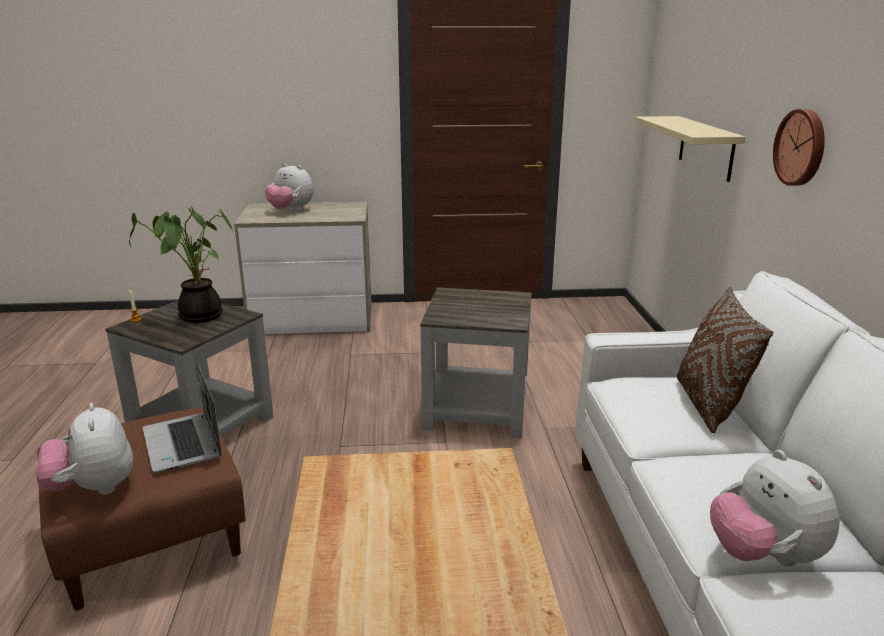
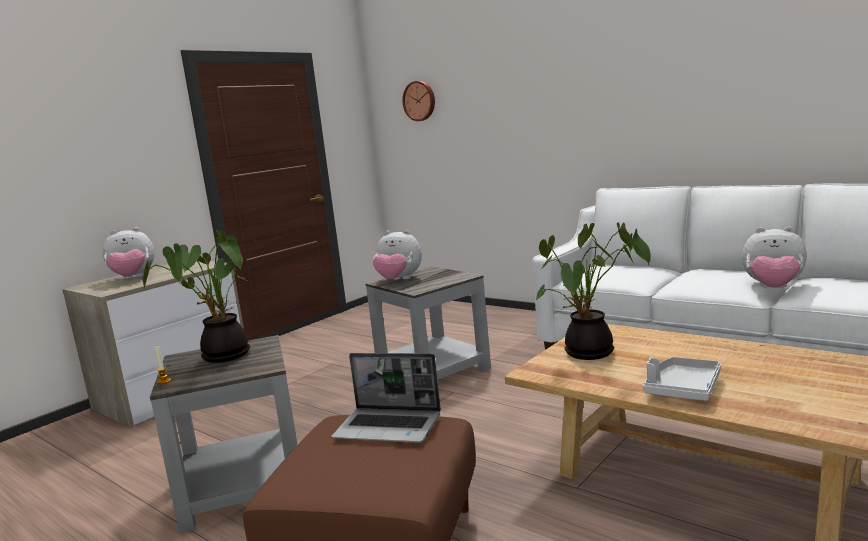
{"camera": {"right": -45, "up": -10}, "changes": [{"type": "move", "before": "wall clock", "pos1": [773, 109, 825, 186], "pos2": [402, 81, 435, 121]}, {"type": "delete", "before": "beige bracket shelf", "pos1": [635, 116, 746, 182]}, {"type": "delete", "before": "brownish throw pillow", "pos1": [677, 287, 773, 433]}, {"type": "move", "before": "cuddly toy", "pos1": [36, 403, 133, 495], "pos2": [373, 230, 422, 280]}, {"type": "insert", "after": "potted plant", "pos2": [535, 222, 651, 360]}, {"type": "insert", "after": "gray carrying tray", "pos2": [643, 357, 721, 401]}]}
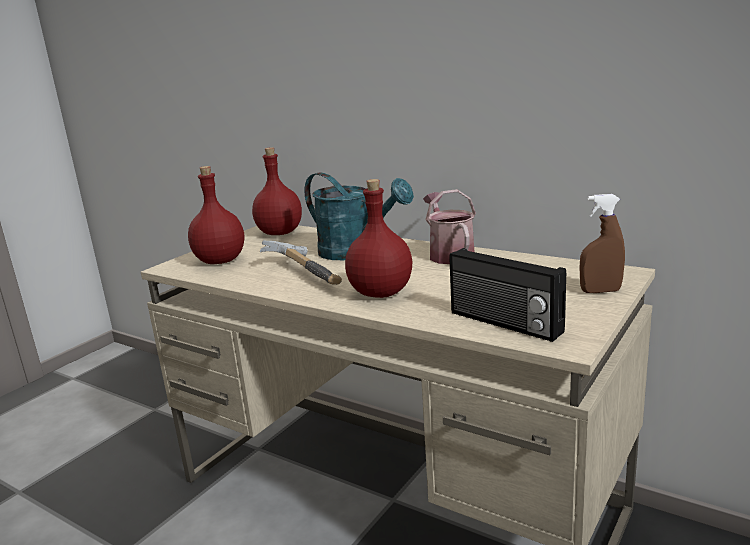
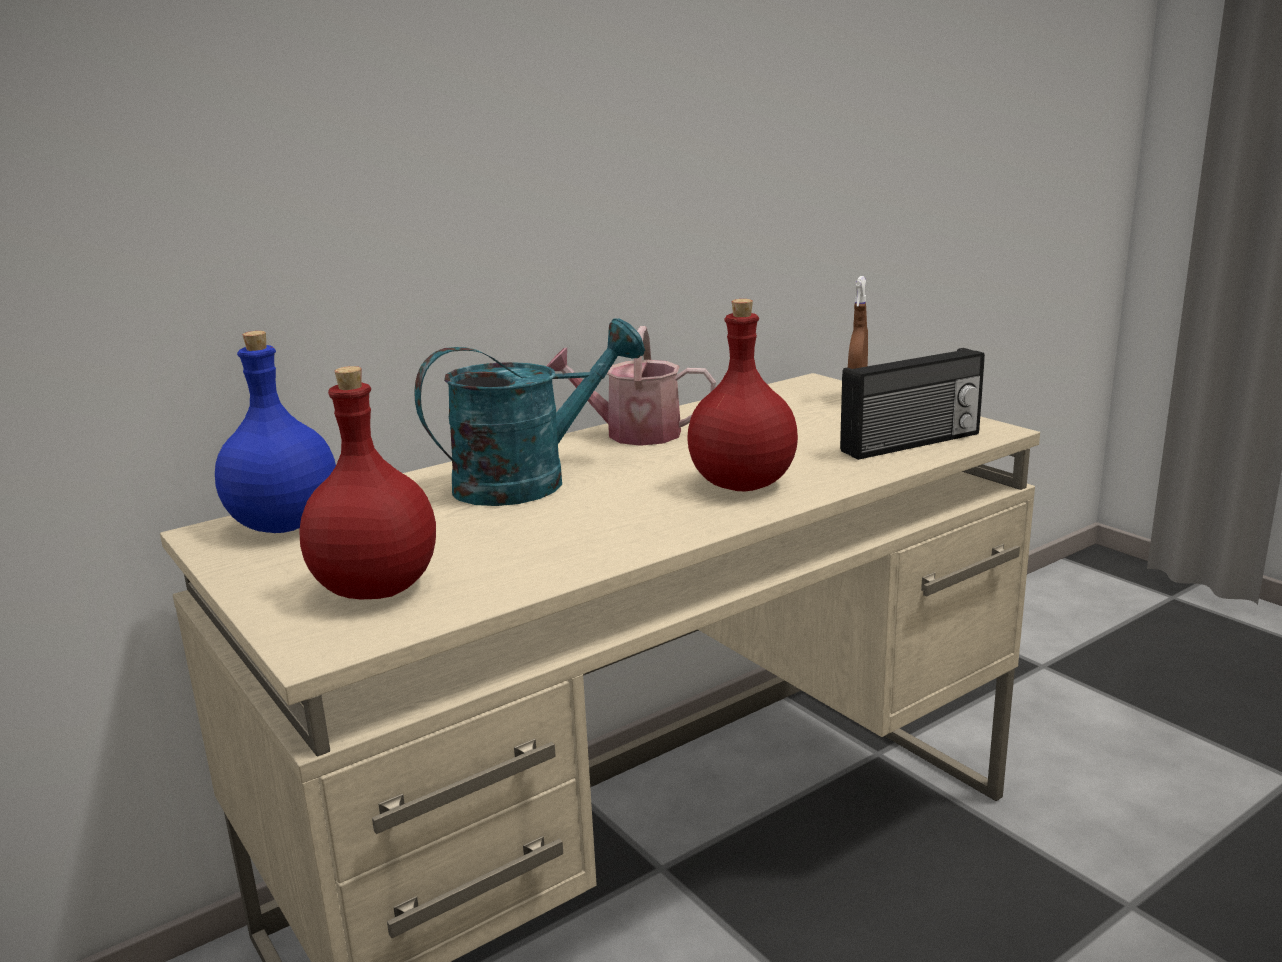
{"camera": {"right": -70, "up": 0}, "changes": [{"type": "recolor", "before": "red drink bottle", "after": "bluish drink bottle", "pos1": [252, 147, 302, 235], "pos2": [215, 331, 336, 533]}, {"type": "delete", "before": "hand hammer", "pos1": [260, 240, 342, 285]}]}
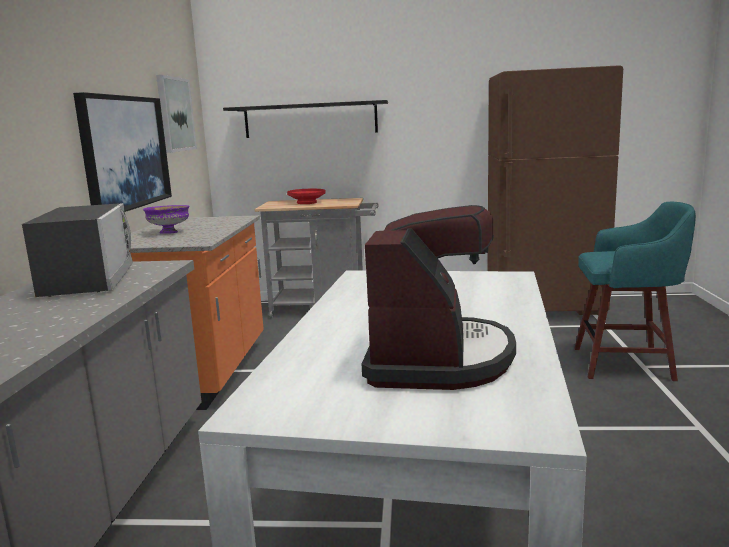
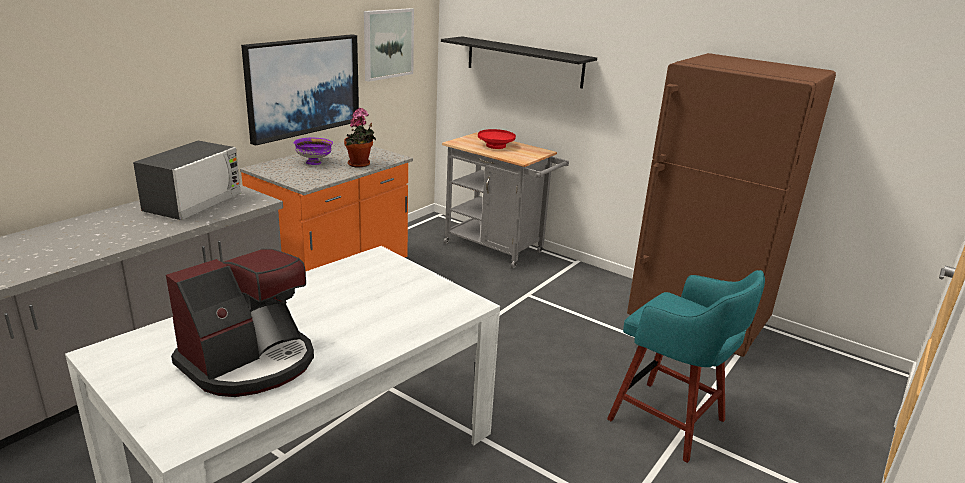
{"camera": {"right": 30, "up": 10}, "changes": [{"type": "insert", "after": "potted plant", "pos2": [344, 108, 376, 168]}]}
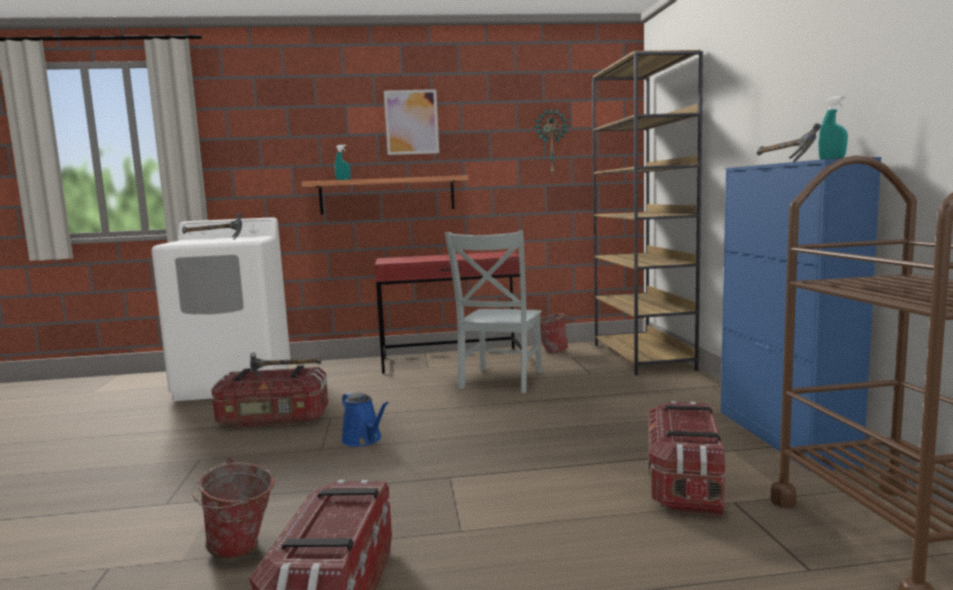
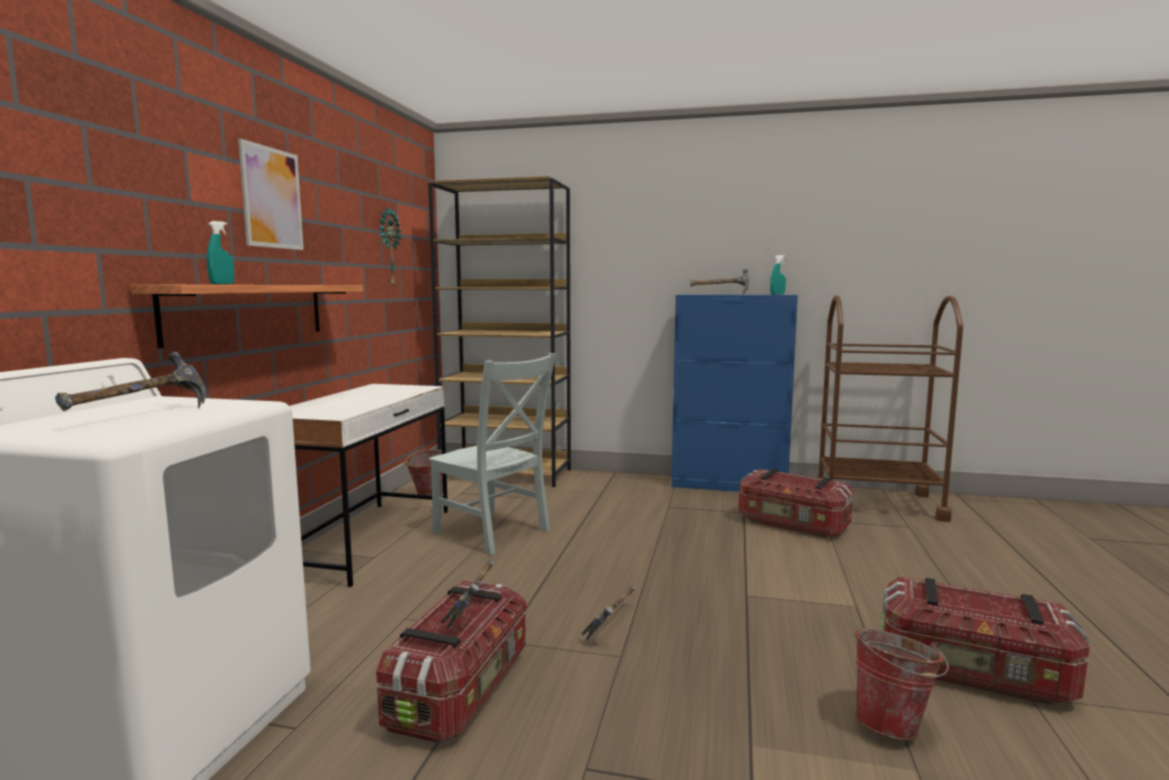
{"camera": {"right": -70, "up": 0}, "changes": [{"type": "recolor", "before": "red desk unit", "after": "whitish desk unit", "pos1": [375, 251, 522, 374], "pos2": [290, 384, 448, 587]}, {"type": "replace", "before": "bluish sprinkling can", "after": "hand hammer", "pos1": [341, 392, 389, 447], "pos2": [581, 584, 636, 640]}]}
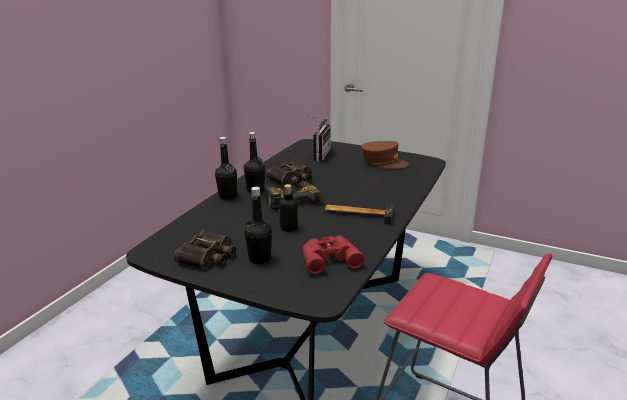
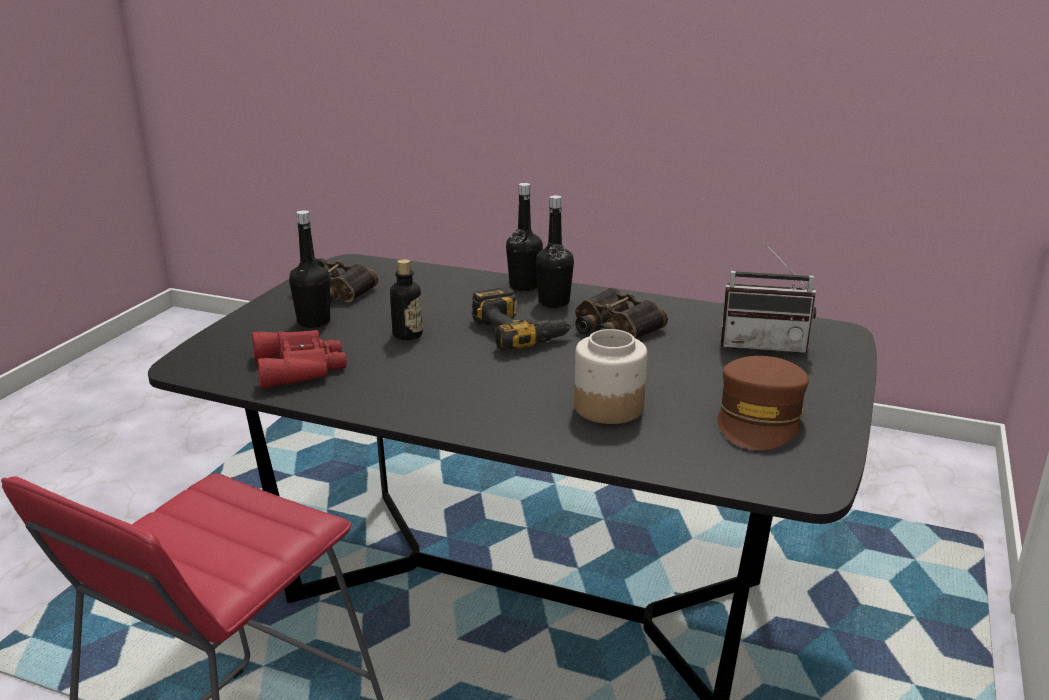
{"camera": {"right": 85, "up": 0}, "changes": [{"type": "delete", "before": "hand hammer", "pos1": [325, 202, 394, 225]}, {"type": "insert", "after": "jar", "pos2": [574, 329, 647, 424]}]}
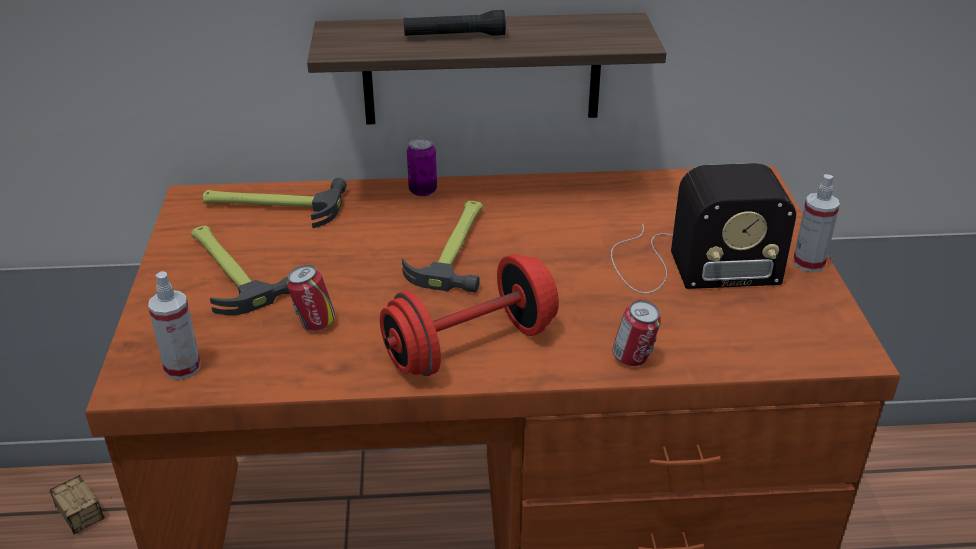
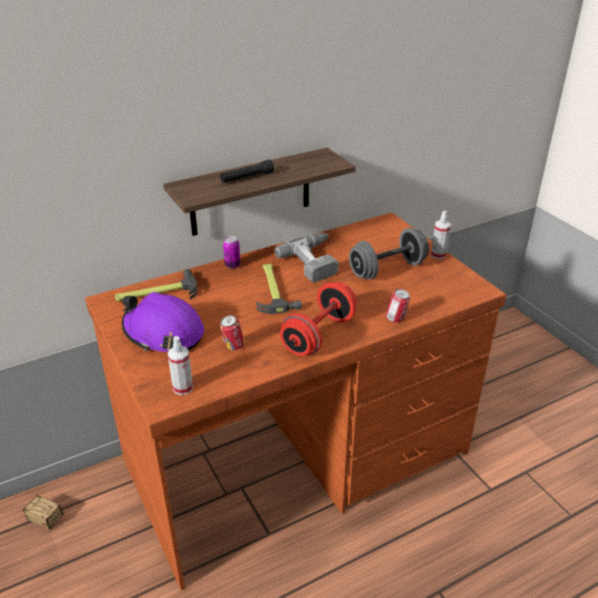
{"camera": {"right": -25, "up": 0}, "changes": [{"type": "replace", "before": "radio receiver", "after": "gray free weight", "pos1": [611, 163, 796, 294], "pos2": [349, 228, 429, 280]}, {"type": "replace", "before": "hand hammer", "after": "purple-coloured safety helmet", "pos1": [191, 226, 290, 315], "pos2": [122, 292, 204, 352]}, {"type": "insert", "after": "electric drill", "pos2": [274, 233, 339, 283]}]}
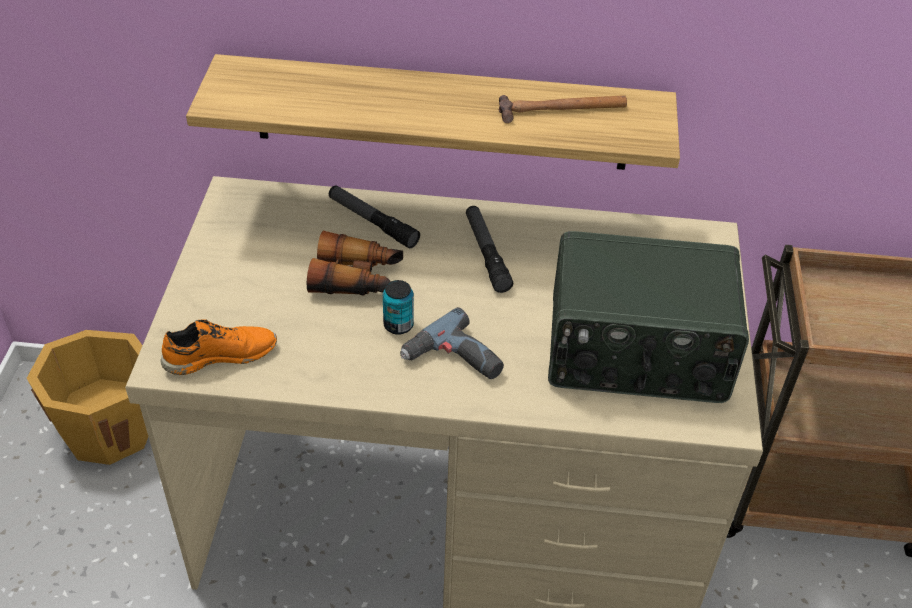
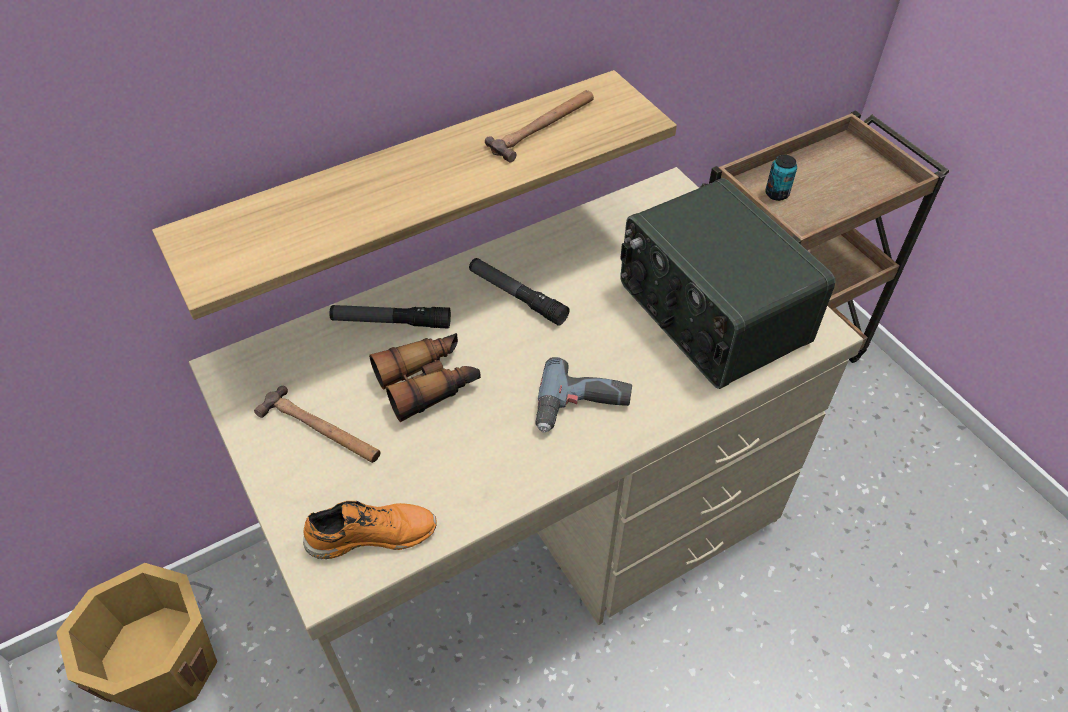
{"camera": {"right": -35, "up": 5}, "changes": [{"type": "rotate", "before": "radio receiver", "pos1": [548, 231, 749, 403], "pos2": [620, 178, 836, 389], "turn": 90}, {"type": "move", "before": "metal can", "pos1": [383, 280, 414, 335], "pos2": [765, 155, 797, 201]}, {"type": "rotate", "before": "orange-coloured item of footwear", "pos1": [161, 320, 277, 375], "pos2": [303, 501, 437, 559], "turn": 45}, {"type": "insert", "after": "hand hammer", "pos2": [254, 386, 381, 463]}]}
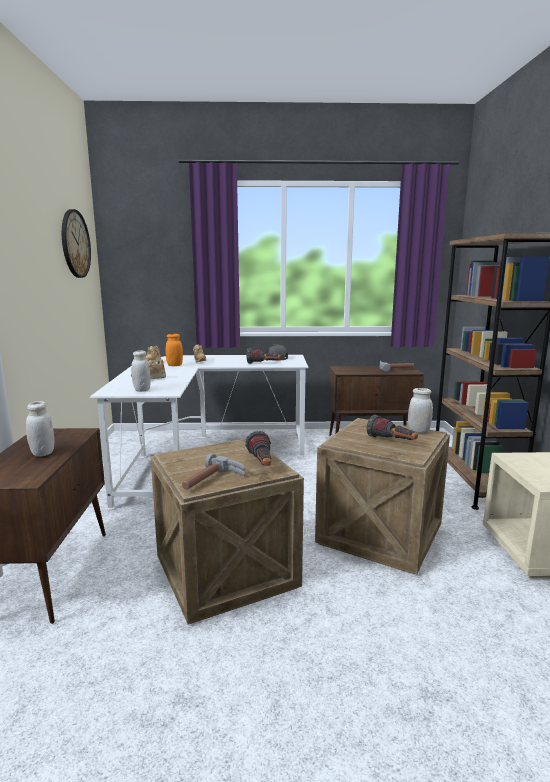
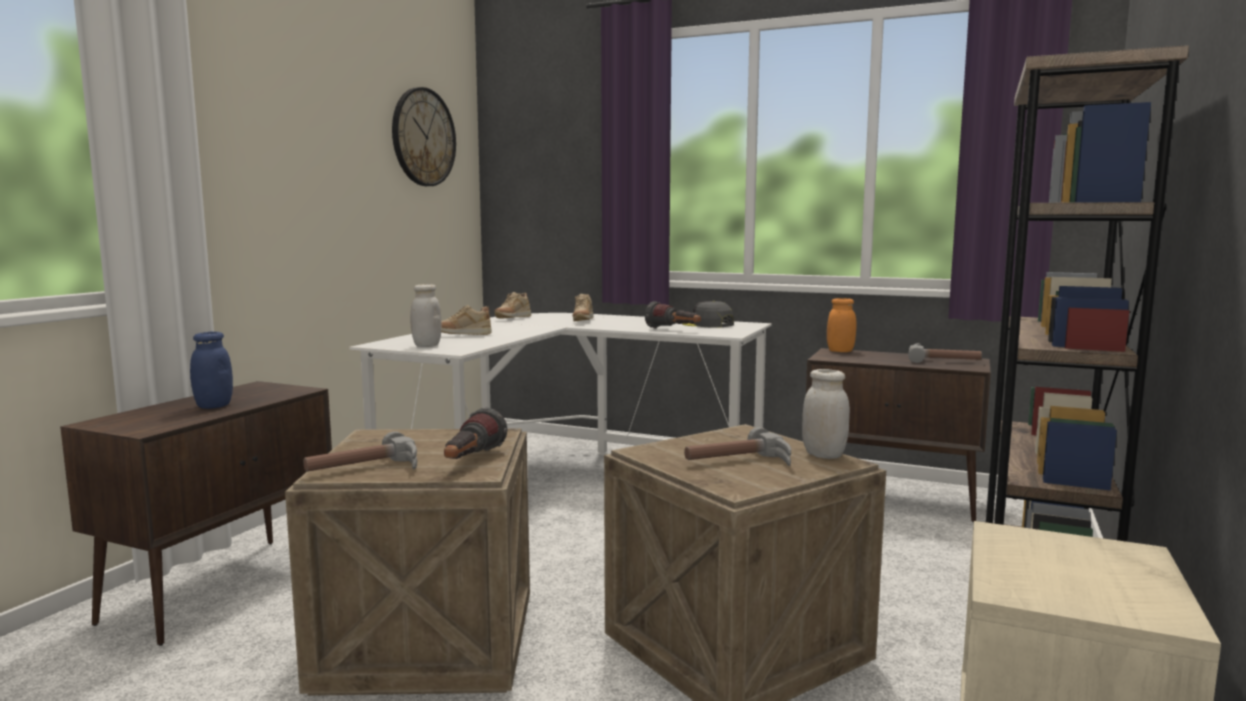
{"camera": {"right": 25, "up": -5}, "changes": [{"type": "move", "before": "orange-coloured jar", "pos1": [166, 334, 183, 366], "pos2": [827, 298, 856, 352]}, {"type": "recolor", "before": "whitish jar", "after": "bluish jar", "pos1": [26, 401, 54, 457], "pos2": [190, 332, 233, 409]}, {"type": "replace", "before": "torch", "after": "hand hammer", "pos1": [367, 415, 418, 440], "pos2": [684, 427, 791, 466]}]}
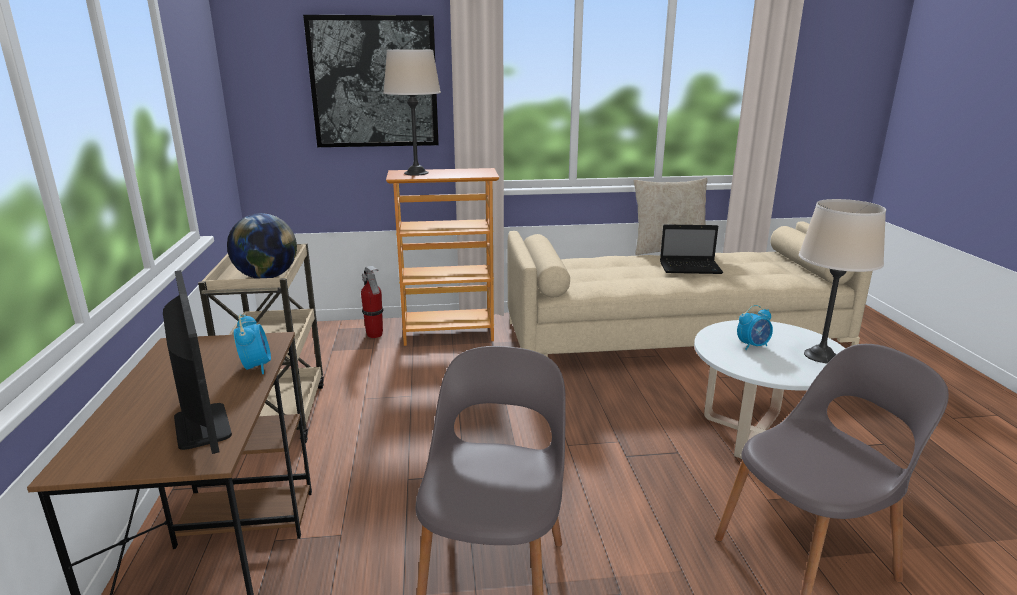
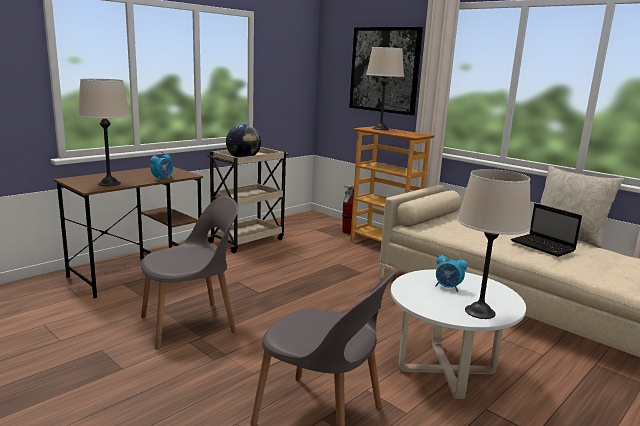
{"camera": {"right": 50, "up": -5}, "changes": [{"type": "replace", "before": "monitor", "after": "beige lamp for a table", "pos1": [163, 270, 232, 454], "pos2": [77, 79, 131, 186]}]}
